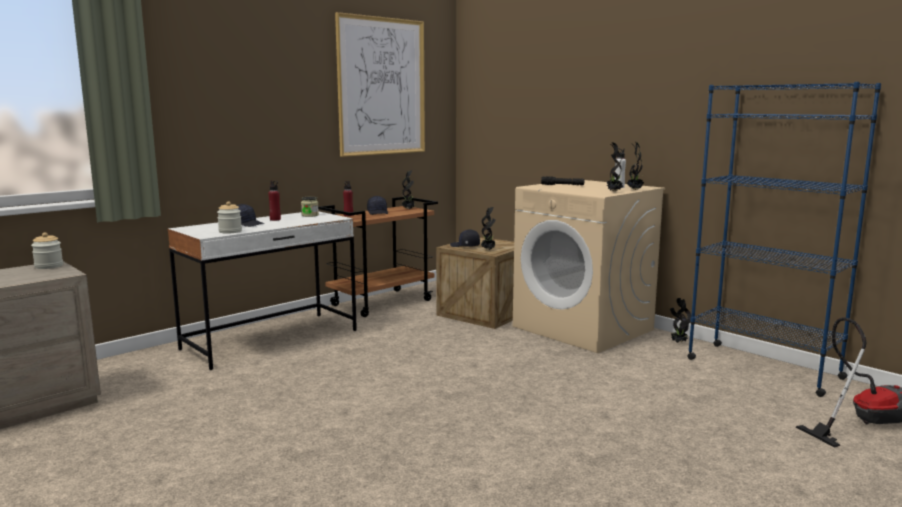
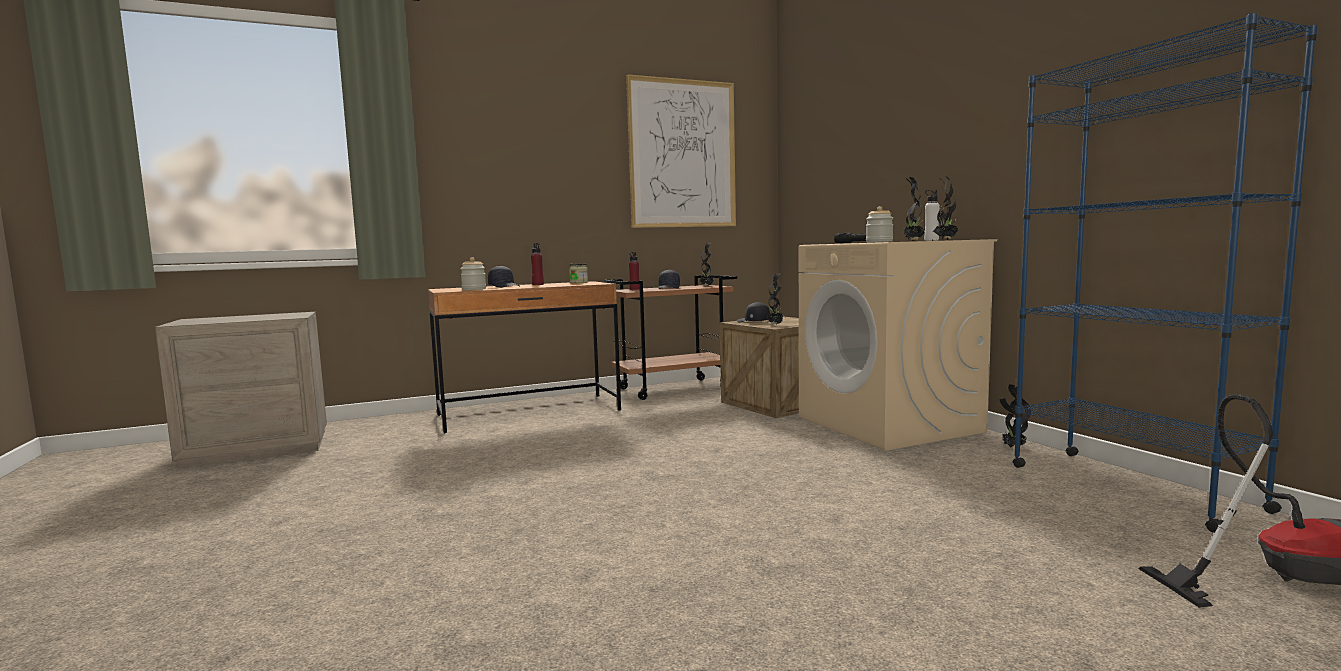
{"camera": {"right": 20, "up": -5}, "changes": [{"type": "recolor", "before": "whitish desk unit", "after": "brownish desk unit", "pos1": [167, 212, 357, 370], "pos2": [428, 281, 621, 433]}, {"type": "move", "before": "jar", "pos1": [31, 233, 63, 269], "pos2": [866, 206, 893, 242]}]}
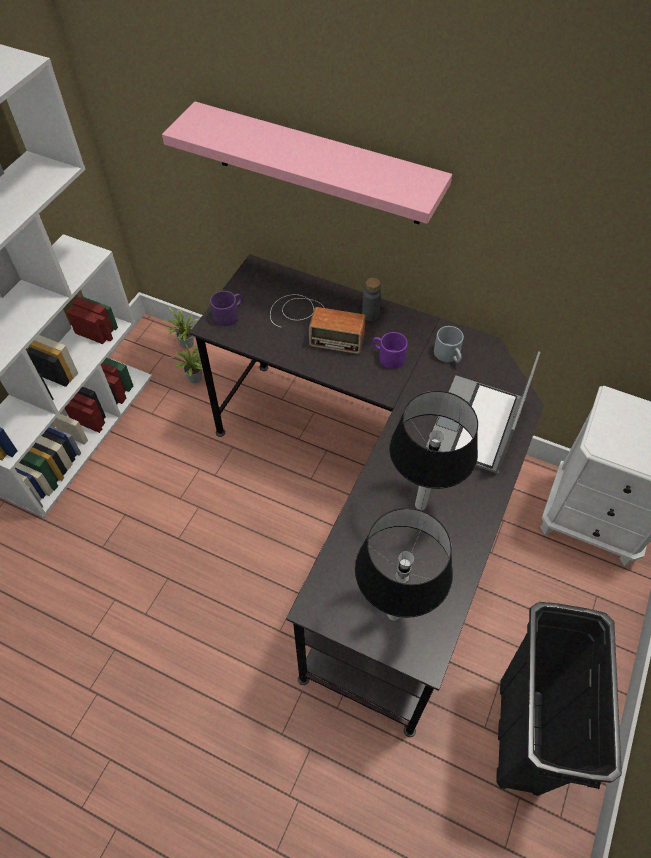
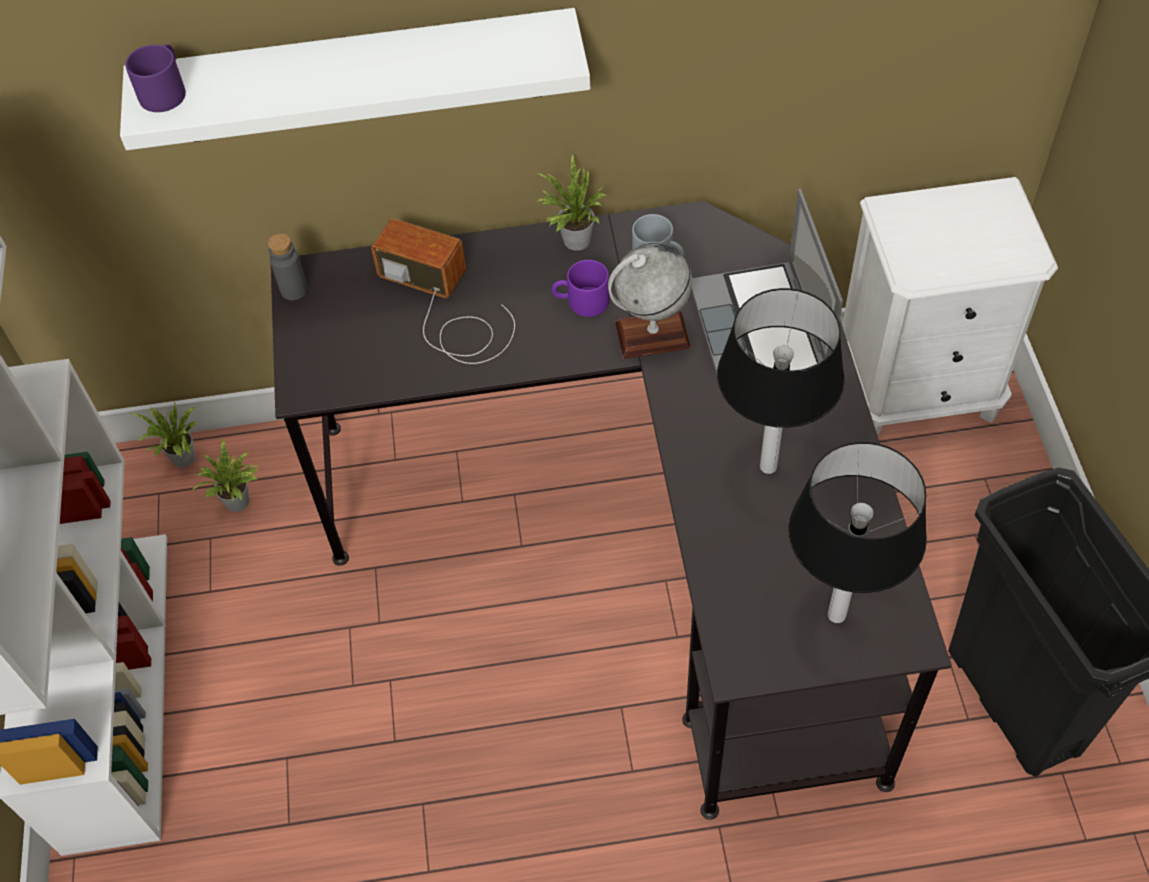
{"camera": {"right": -30, "up": 0}, "changes": [{"type": "recolor", "before": "pink bracket shelf", "after": "whitish bracket shelf", "pos1": [162, 102, 452, 224], "pos2": [120, 8, 590, 150]}, {"type": "move", "before": "gray drink bottle", "pos1": [362, 278, 381, 321], "pos2": [267, 233, 308, 300]}, {"type": "move", "before": "purple-coloured coffee mug", "pos1": [210, 291, 242, 326], "pos2": [125, 44, 186, 112]}, {"type": "rotate", "before": "radio receiver", "pos1": [270, 294, 366, 354], "pos2": [371, 218, 515, 364], "turn": -135}, {"type": "insert", "after": "potted plant", "pos2": [536, 154, 606, 251]}, {"type": "insert", "after": "globe", "pos2": [608, 243, 692, 359]}]}
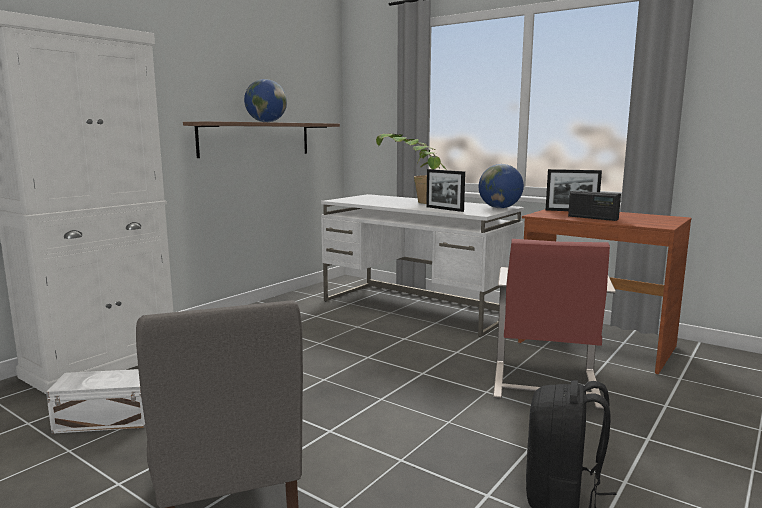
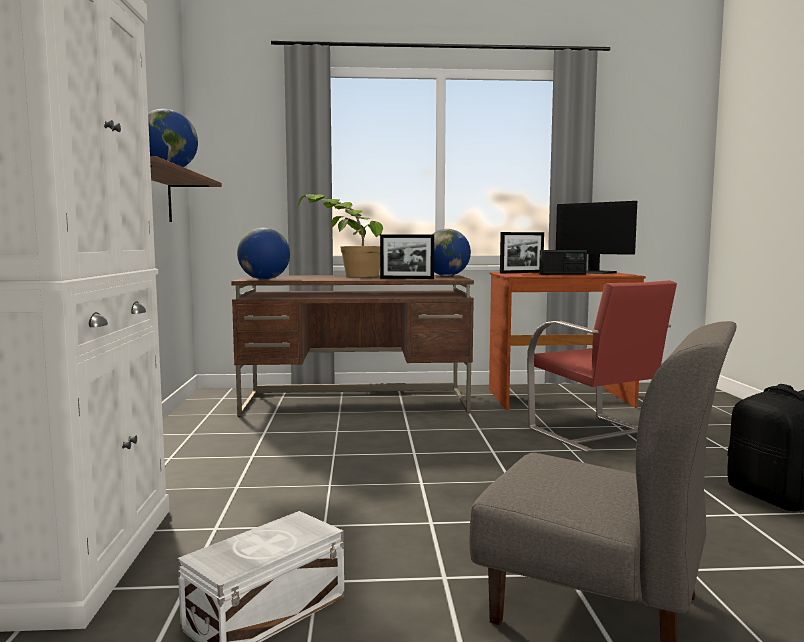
{"camera": {"right": -40, "up": -5}, "changes": [{"type": "recolor", "before": "whitish desk unit", "after": "brownish desk unit", "pos1": [321, 194, 524, 337], "pos2": [231, 275, 474, 417]}, {"type": "insert", "after": "monitor", "pos2": [556, 201, 637, 274]}, {"type": "insert", "after": "globe", "pos2": [237, 228, 290, 280]}]}
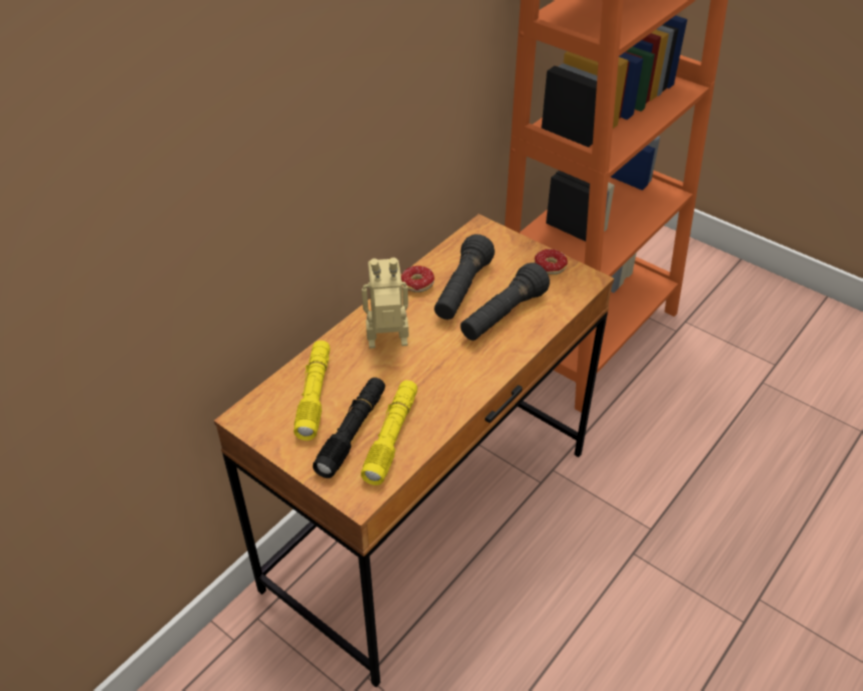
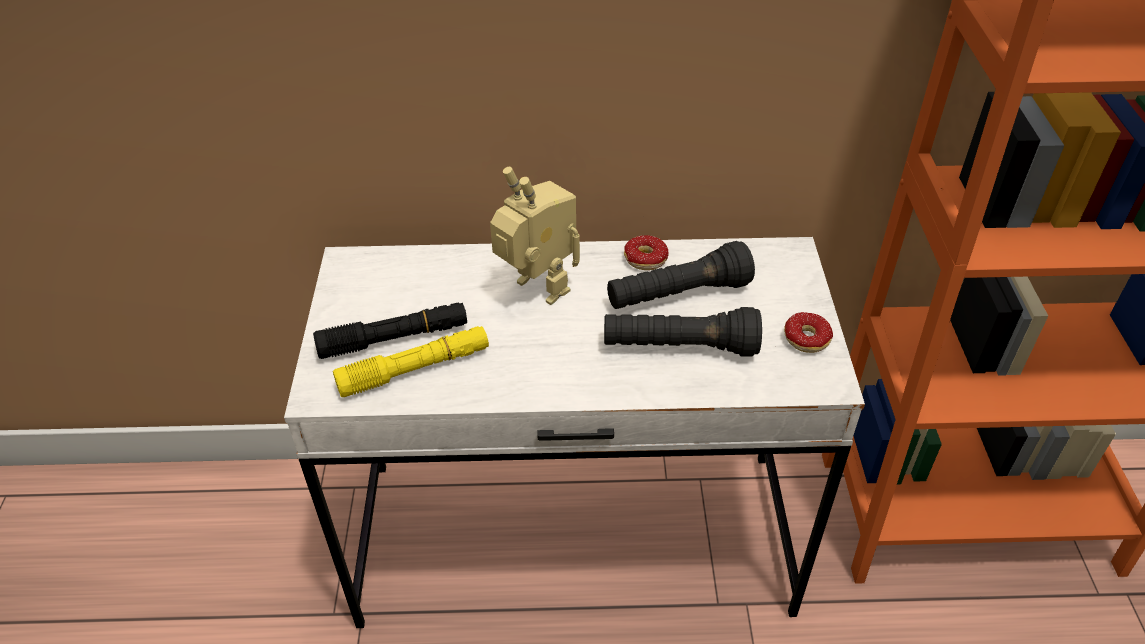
{"camera": {"right": 50, "up": 0}, "changes": [{"type": "recolor", "before": "brownish desk unit", "after": "whitish desk unit", "pos1": [214, 214, 614, 687], "pos2": [284, 237, 865, 628]}, {"type": "delete", "before": "yellow torch", "pos1": [294, 340, 330, 441]}]}
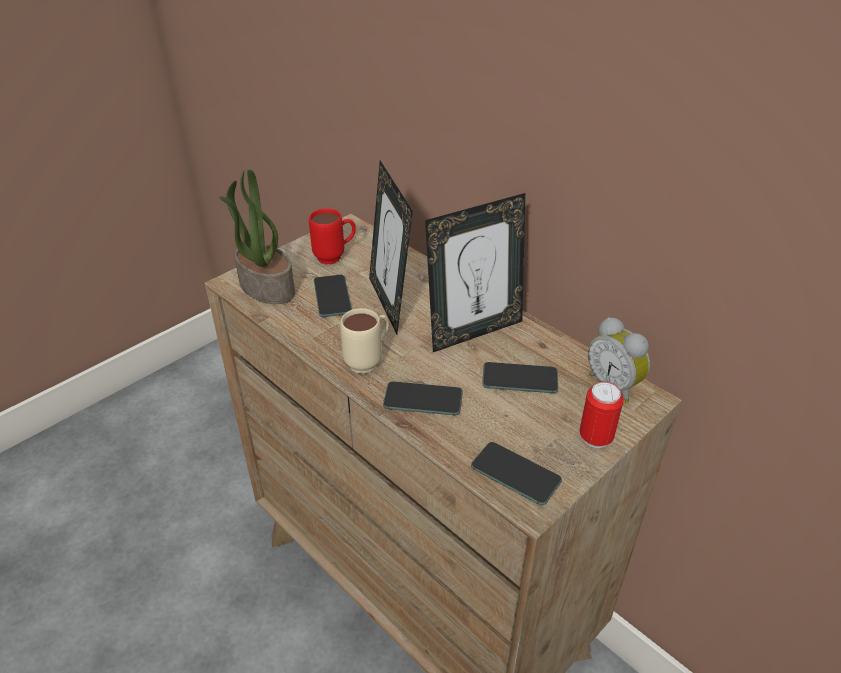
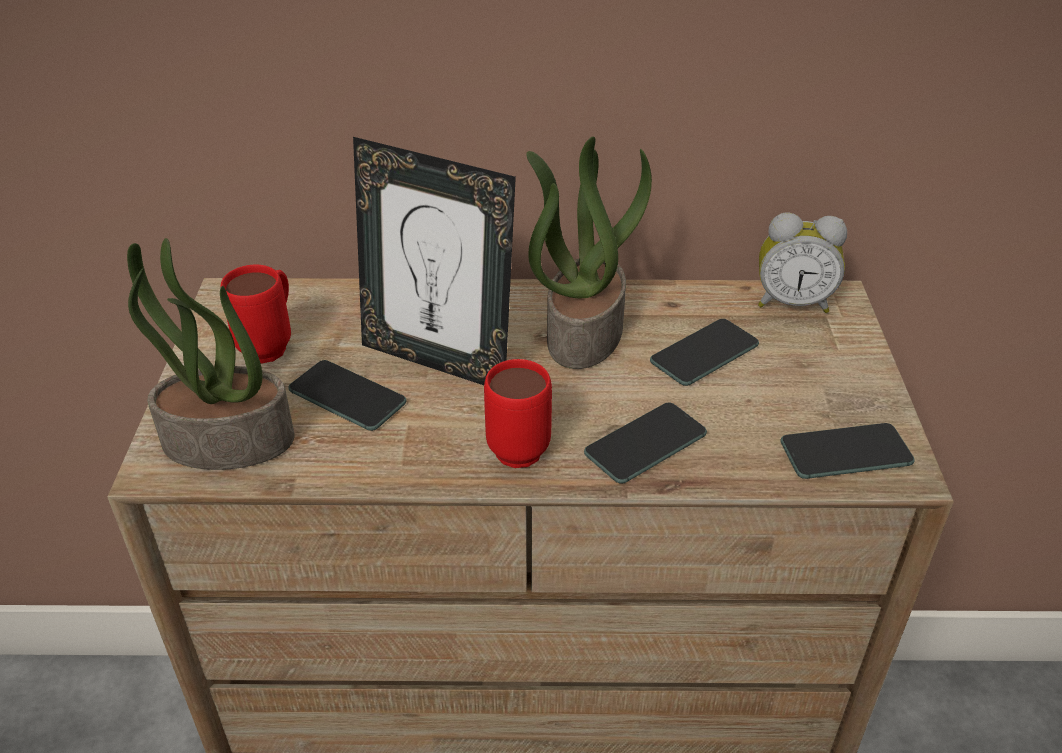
{"camera": {"right": -45, "up": 0}, "changes": [{"type": "replace", "before": "photo frame", "after": "potted plant", "pos1": [425, 193, 525, 352], "pos2": [526, 137, 652, 369]}, {"type": "recolor", "before": "beige coffee mug", "after": "red coffee mug", "pos1": [340, 308, 389, 374], "pos2": [484, 359, 552, 468]}, {"type": "delete", "before": "metal can", "pos1": [580, 382, 624, 448]}]}
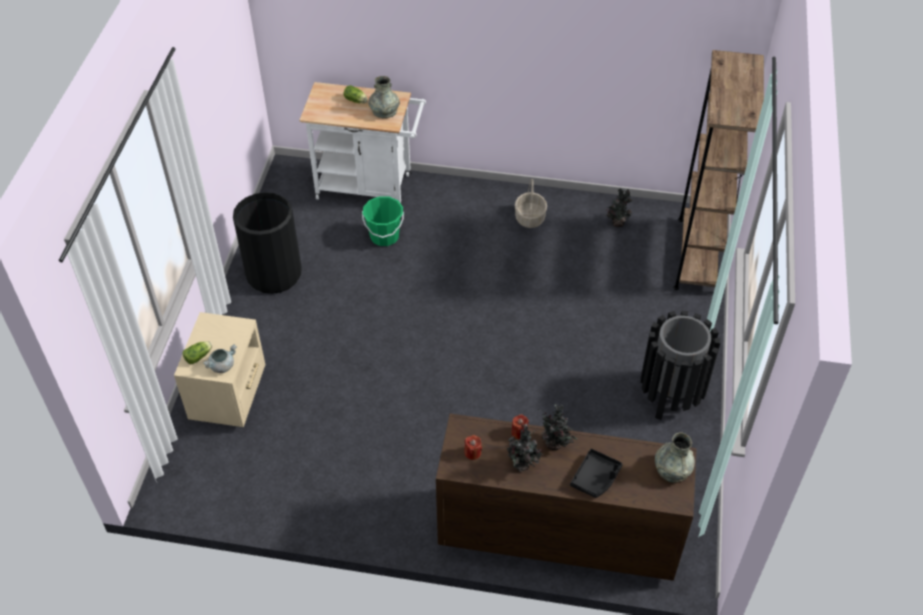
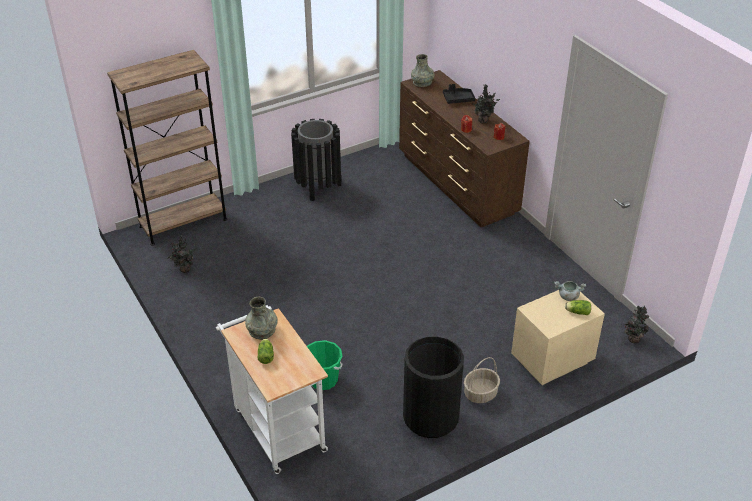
{"camera": {"right": -130, "up": -10}, "changes": [{"type": "move", "before": "basket", "pos1": [515, 179, 547, 228], "pos2": [464, 357, 500, 403]}, {"type": "move", "before": "potted plant", "pos1": [541, 404, 578, 450], "pos2": [623, 305, 650, 343]}]}
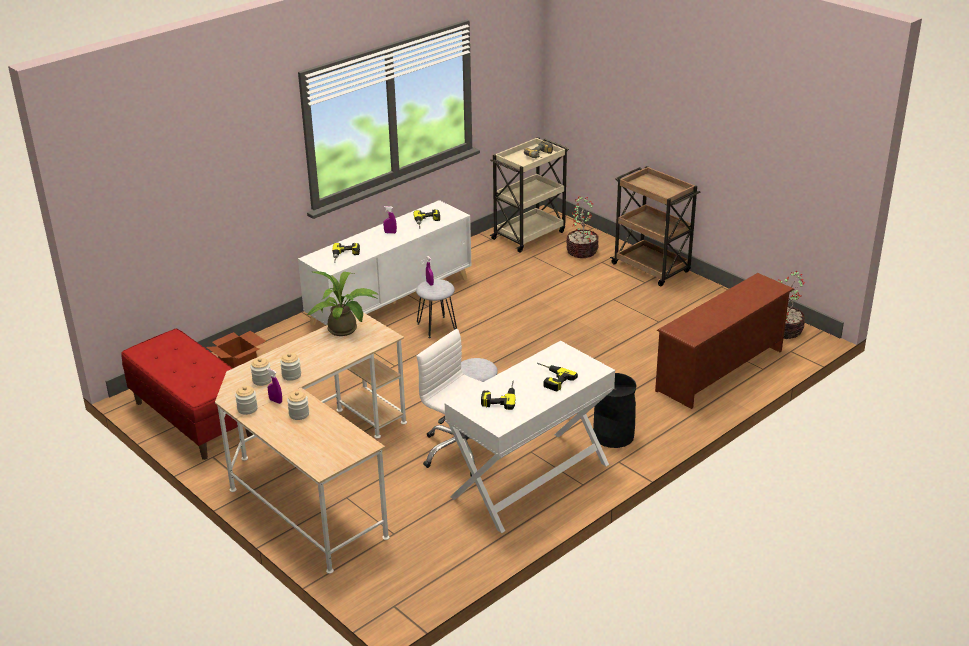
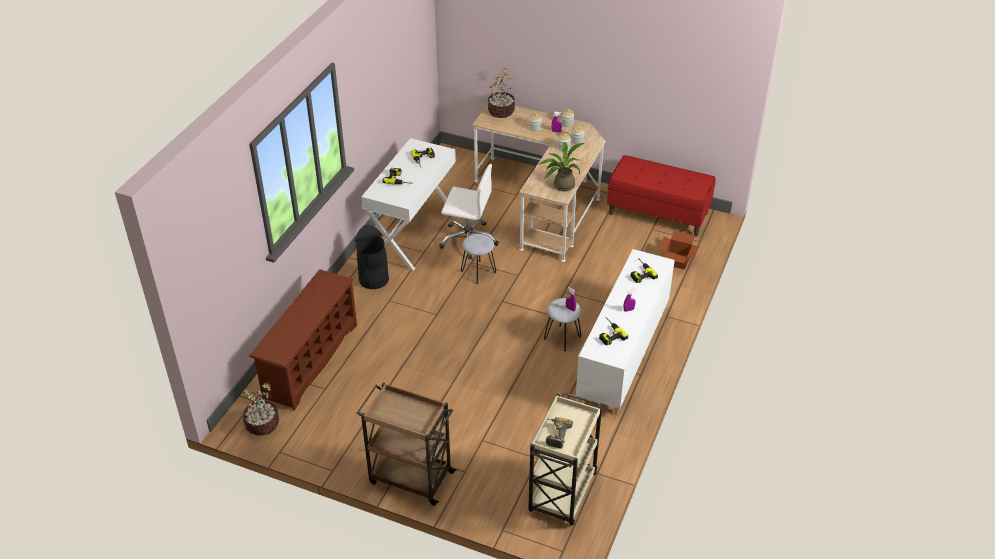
{"camera": {"right": 155, "up": 10}, "changes": [{"type": "move", "before": "potted plant", "pos1": [566, 197, 599, 258], "pos2": [488, 68, 515, 118]}]}
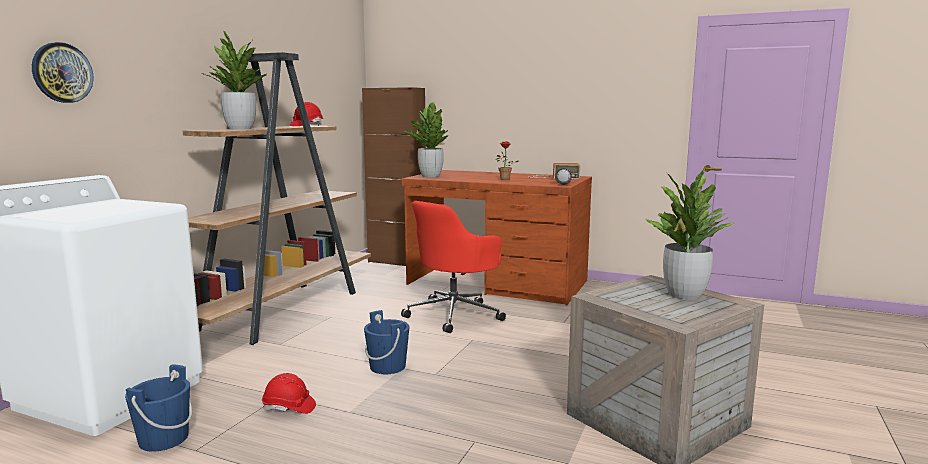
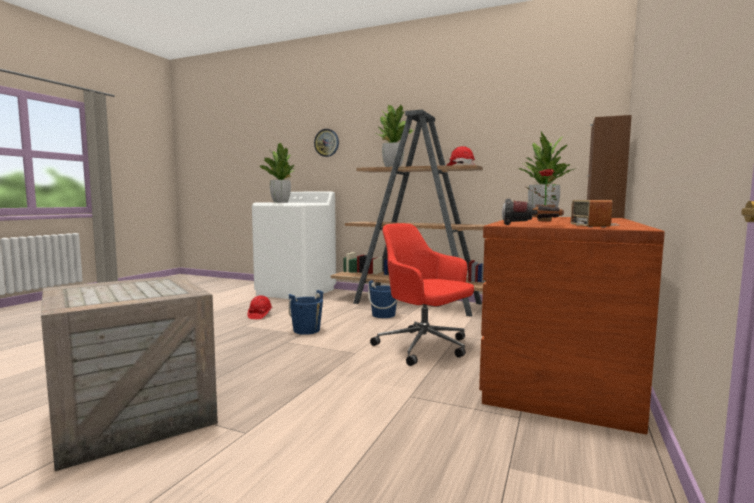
{"camera": {"right": 90, "up": -5}, "changes": [{"type": "move", "before": "potted plant", "pos1": [645, 167, 736, 300], "pos2": [259, 143, 295, 203]}, {"type": "move", "before": "bluish pail", "pos1": [125, 364, 192, 452], "pos2": [368, 280, 397, 318]}]}
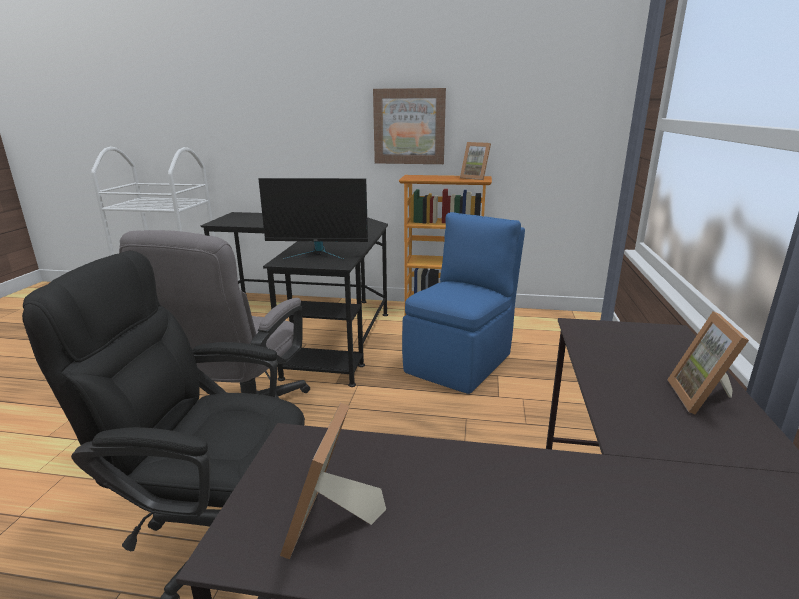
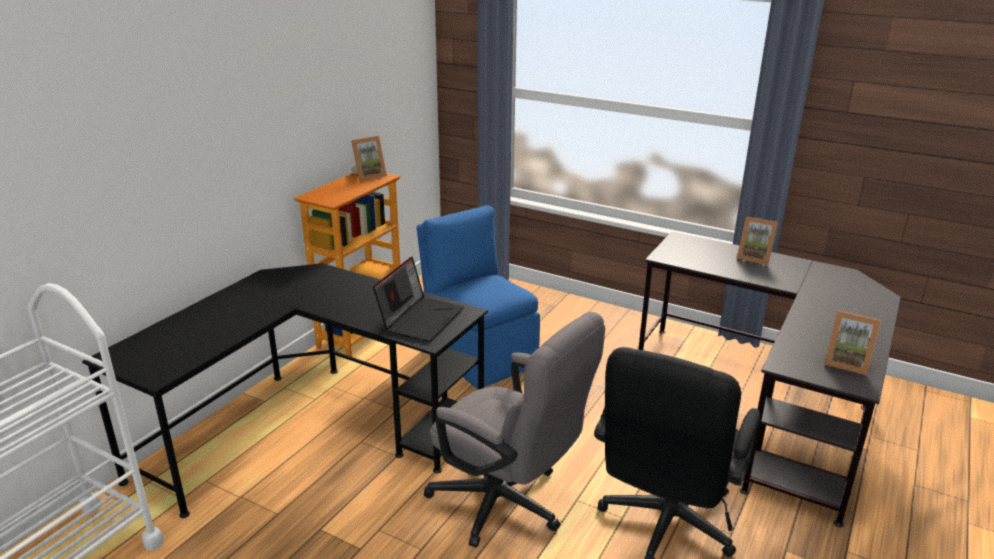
{"camera": {"right": -70, "up": 5}, "changes": [{"type": "delete", "before": "picture", "pos1": [373, 88, 446, 164]}, {"type": "replace", "before": "monitor", "after": "portable computer", "pos1": [258, 178, 368, 261], "pos2": [373, 257, 464, 342]}]}
